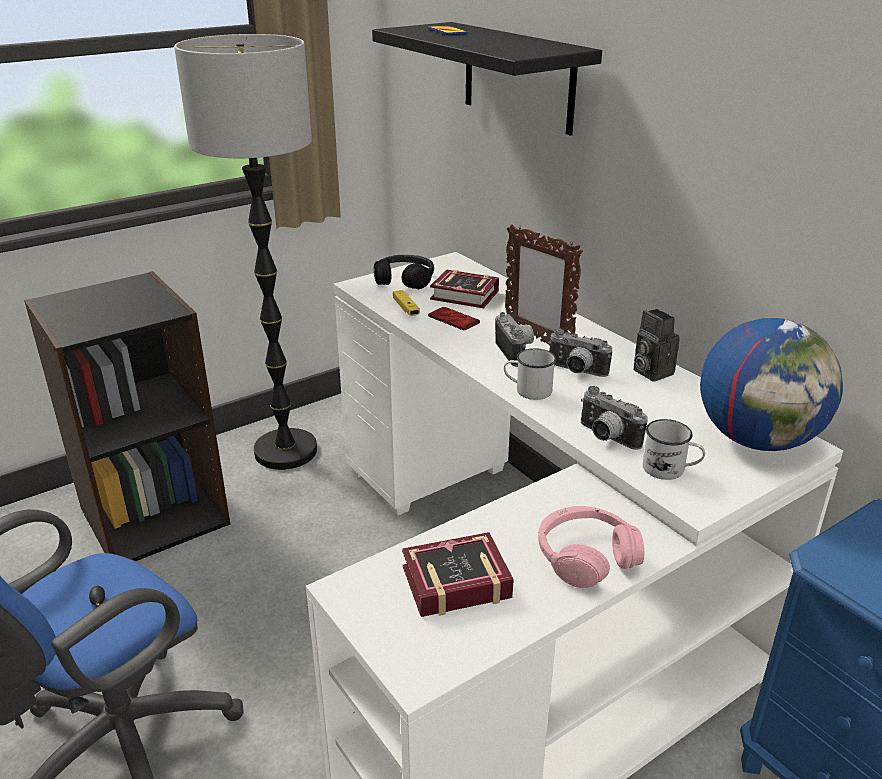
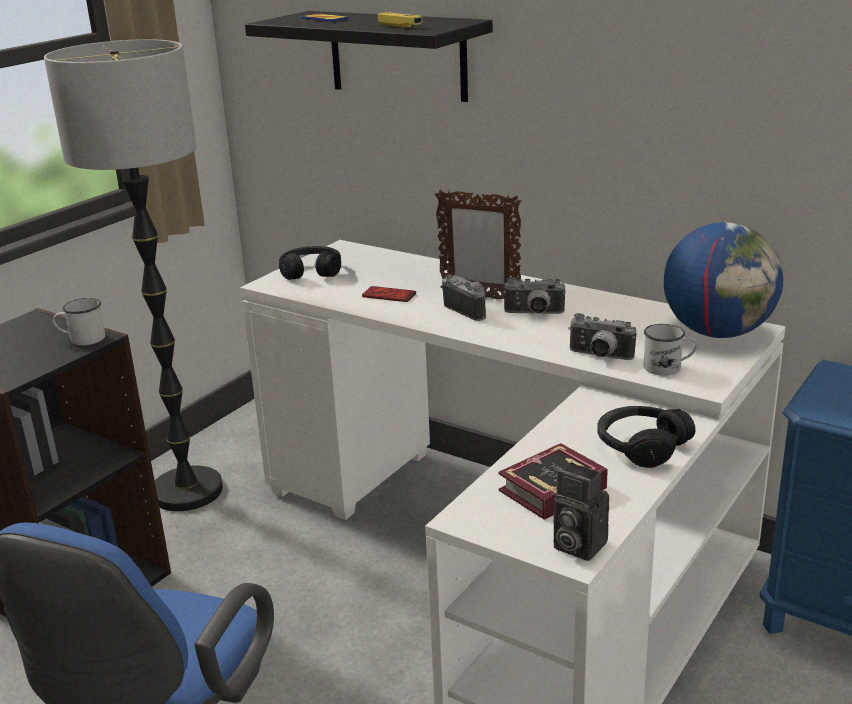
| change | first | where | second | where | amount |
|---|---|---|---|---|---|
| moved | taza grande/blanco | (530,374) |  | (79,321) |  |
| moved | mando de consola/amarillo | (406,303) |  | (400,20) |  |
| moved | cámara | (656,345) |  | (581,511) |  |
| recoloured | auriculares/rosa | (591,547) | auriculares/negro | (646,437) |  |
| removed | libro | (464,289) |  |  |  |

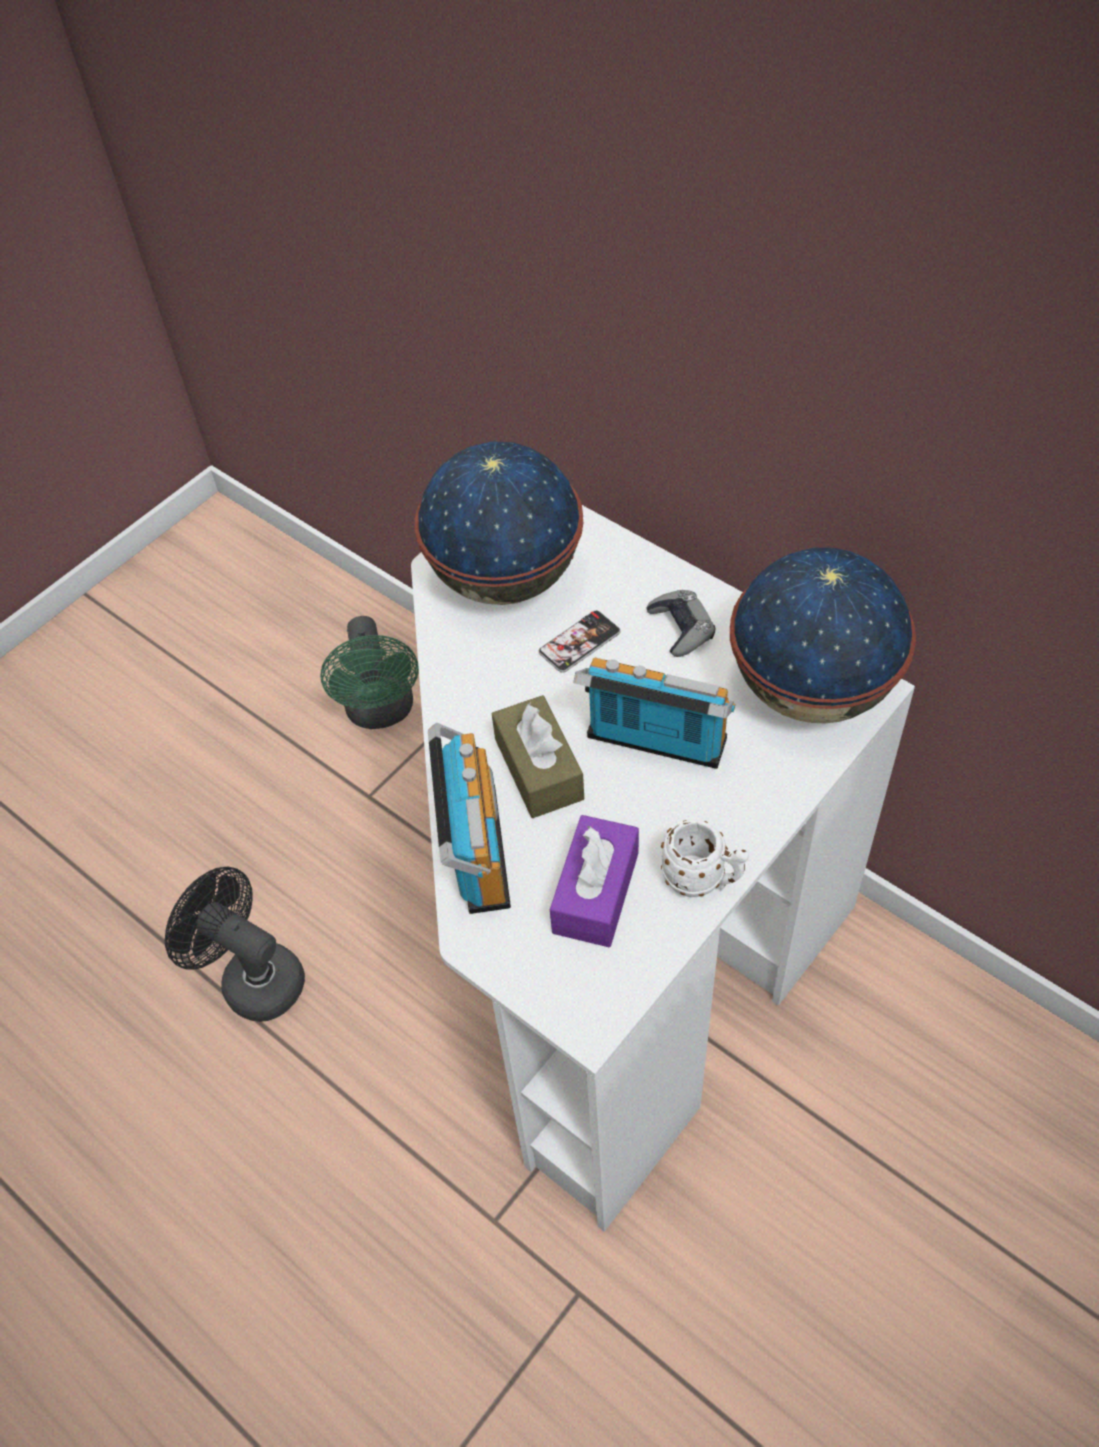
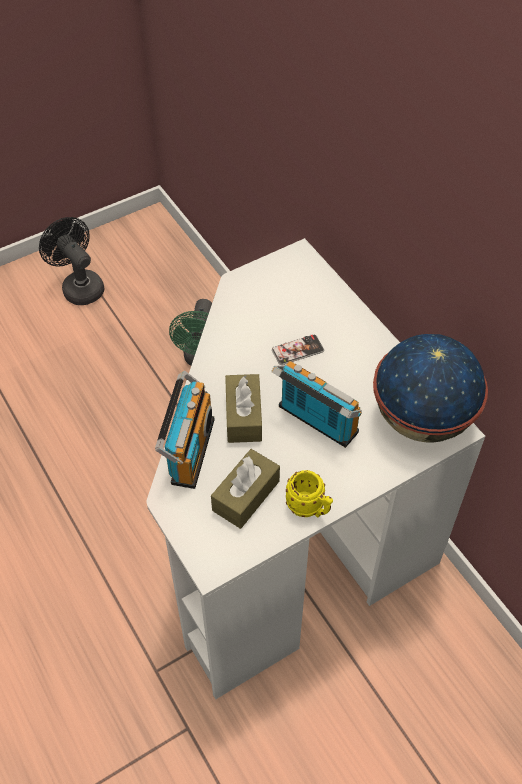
| change | first | where | second | where | amount |
|---|---|---|---|---|---|
| moved | ventilador/negro | (235,944) |  | (71,261) |  |
| recoloured | caja de pañuelos/morado | (594,881) | caja de pañuelos/marrón | (245,489) |  |
| recoloured | taza grande/blanco | (705,858) | taza grande/amarillo | (309,494) |  |
| removed | globo terráqueo | (499,523) |  |  |  |
| removed | mando de consola/gris | (681,623) |  |  |  |

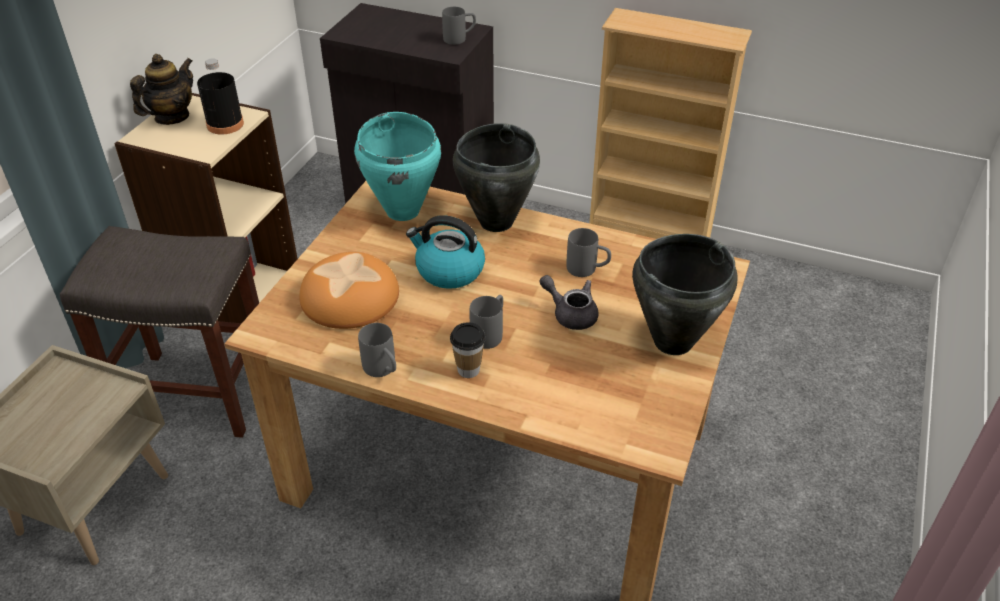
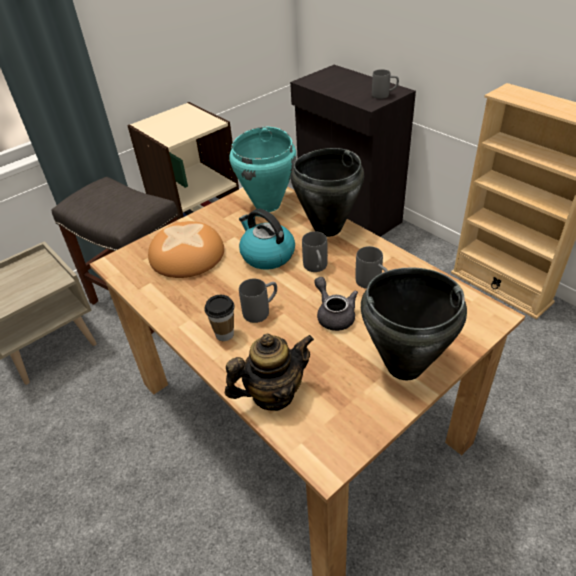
| change | first | where | second | where | amount |
|---|---|---|---|---|---|
| moved | tetera | (161,89) |  | (269,372) |  |
| moved | taza grande/gris | (377,350) |  | (315,251) |  |
| removed | botella/negro | (220,97) |  |  |  |

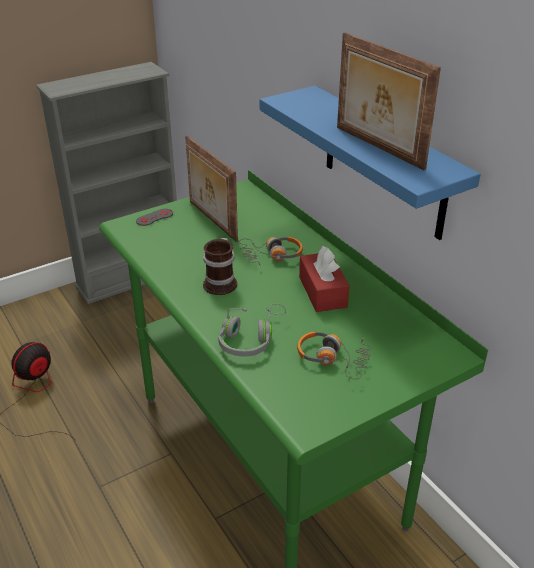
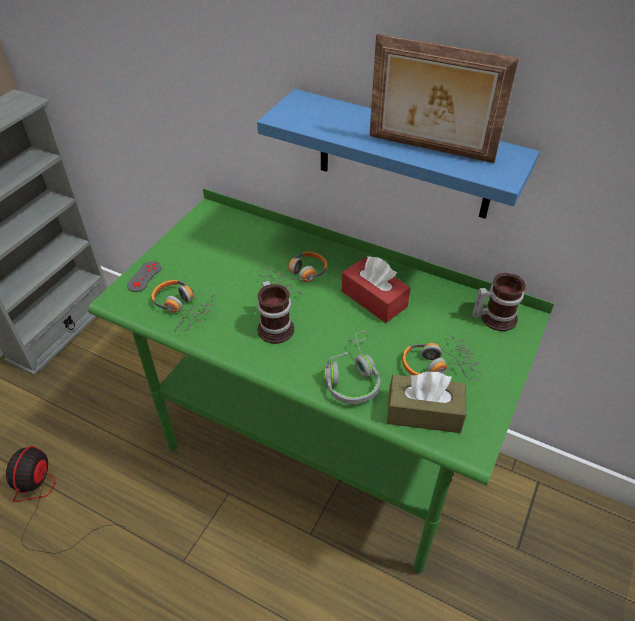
| change | first | where | second | where | amount |
|---|---|---|---|---|---|
| added |  |  | auriculares | (184,305) |  |
| added |  |  | caja de pañuelos/marrón | (426,402) |  |
| added |  |  | taza grande | (499,302) |  |
| removed | portarretratos | (211,189) |  |  |  |

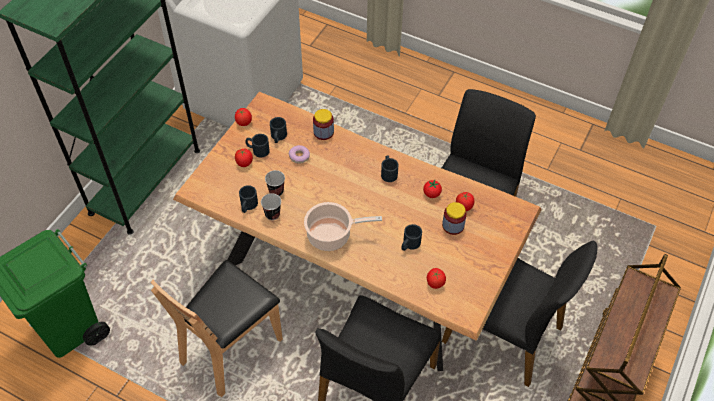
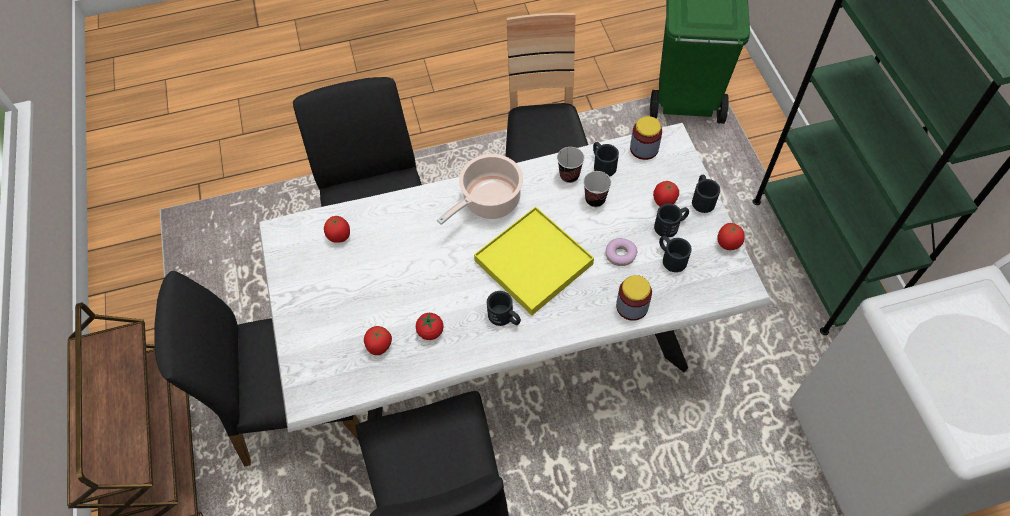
| change | first | where | second | where | amount |
|---|---|---|---|---|---|
| recoloured | mesa de comedor/marrón | (357,231) | mesa de comedor/blanco | (515,277) |  |
| added |  |  | bandeja/amarillo | (534,260) |  |
| moved | tarro | (454,218) |  | (646,138) |  |
| moved | taza grande/negro | (412,237) |  | (706,194) |  |

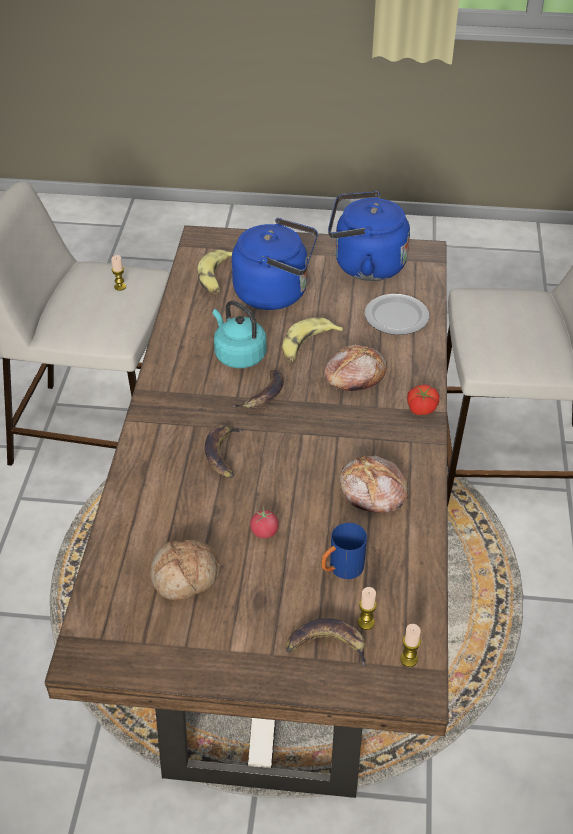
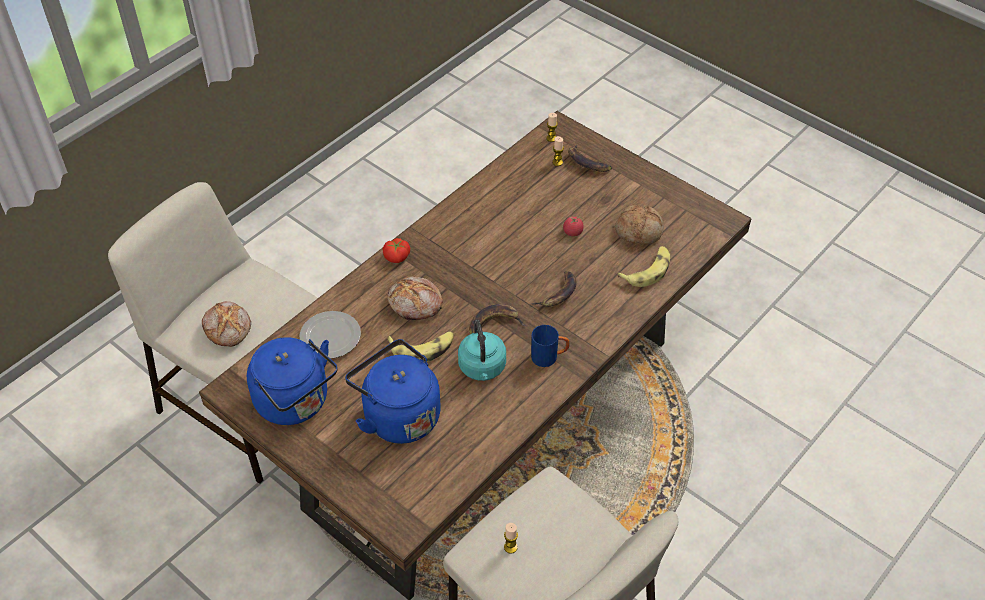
| change | first | where | second | where | amount |
|---|---|---|---|---|---|
| moved | pan | (374,484) |  | (226,324) |  |
| moved | taza grande/azul | (344,551) |  | (550,346) |  |
| moved | plátano | (215,272) |  | (644,266) |  |

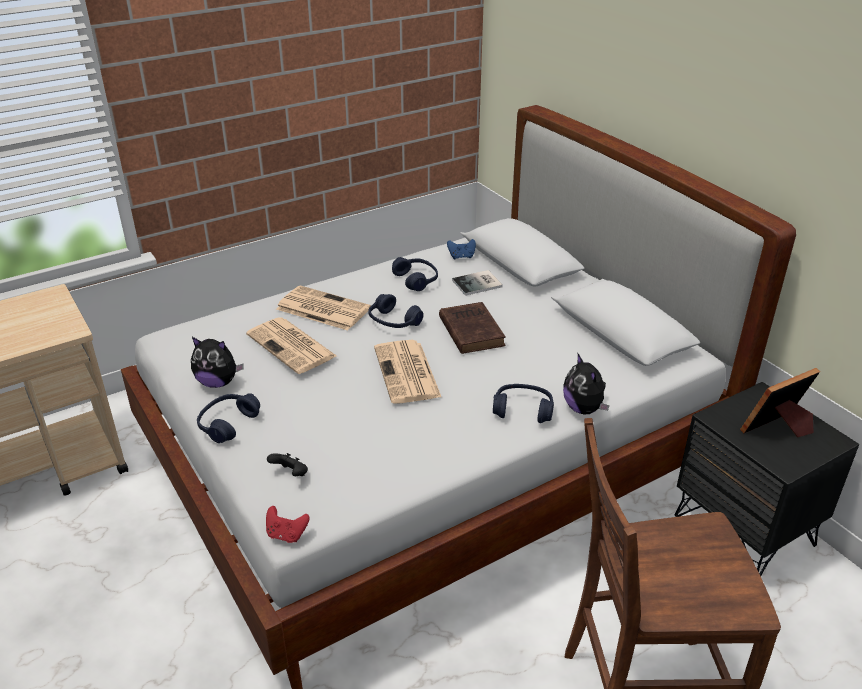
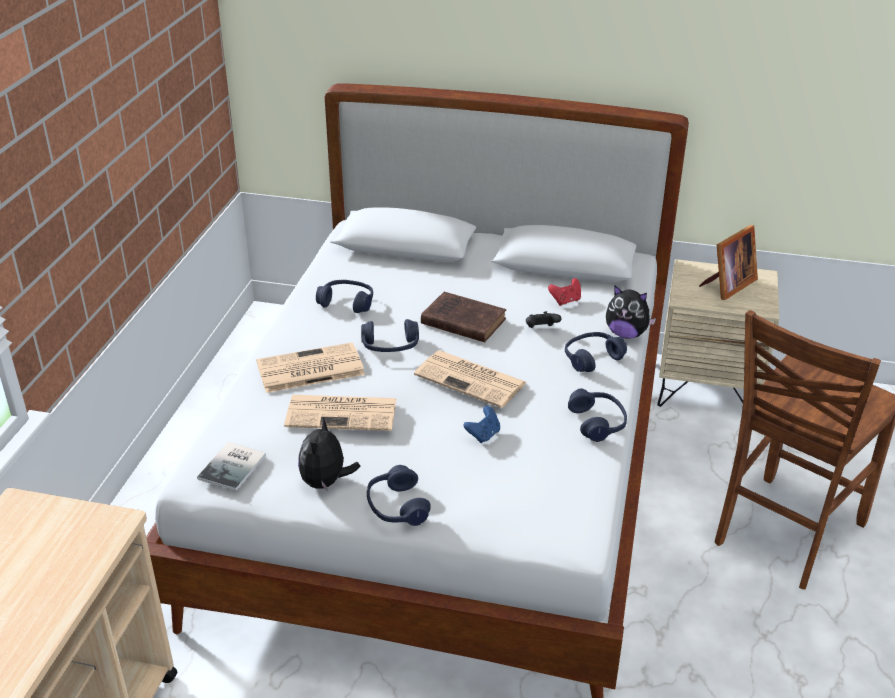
| change | first | where | second | where | amount |
|---|---|---|---|---|---|
| moved | libro | (477,283) |  | (231,466) |  |
| turned | peluche | (217,362) |  | (329,455) | 135 degrees clockwise |
| moved | mando de consola/azul | (461,249) |  | (481,424) |  |
| moved | mando de consola/negro | (287,464) |  | (544,319) |  |
| moved | mando de consola/rojo | (288,524) |  | (564,292) |  |
| added |  |  | auriculares/azul | (597,415) |  |
| recoloured | mesita de noche/negro | (767,479) | mesita de noche/beis | (718,333) |  |
| turned | portarretratos | (780,402) |  | (728,262) | 150 degrees counterclockwise |

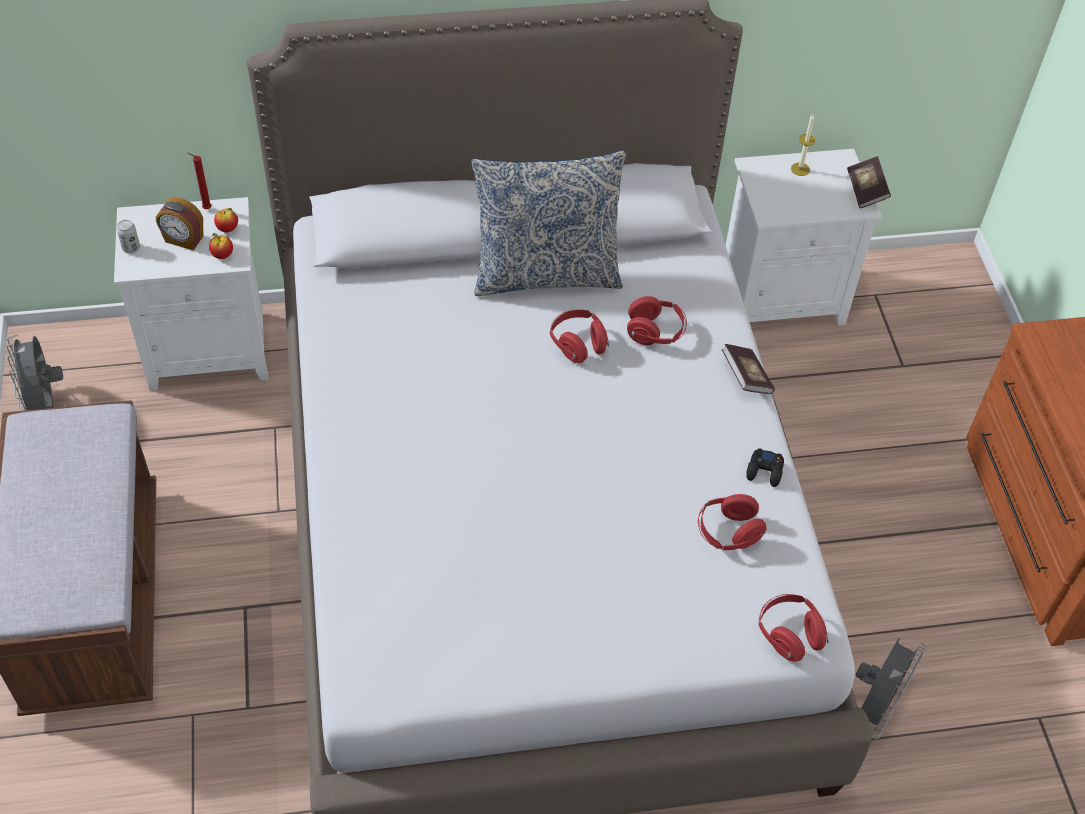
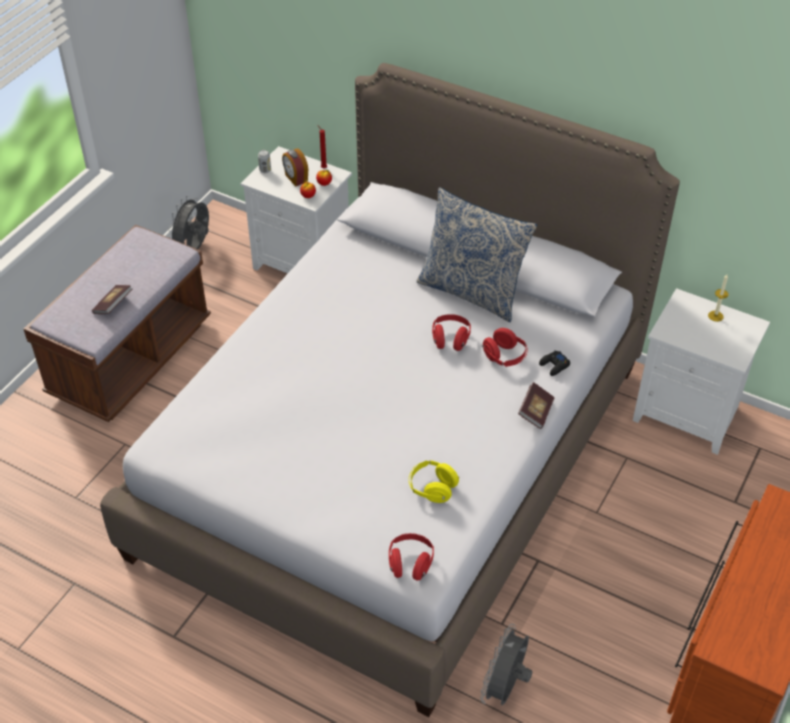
| change | first | where | second | where | amount |
|---|---|---|---|---|---|
| moved | libro | (869,182) |  | (112,299) |  |
| recoloured | auriculares/rojo | (732,522) | auriculares/amarillo | (434,481) |  |
| turned | ventilador/gris | (890,688) |  | (506,664) | 135 degrees clockwise |
| moved | mando de consola/negro | (765,467) |  | (554,363) |  |

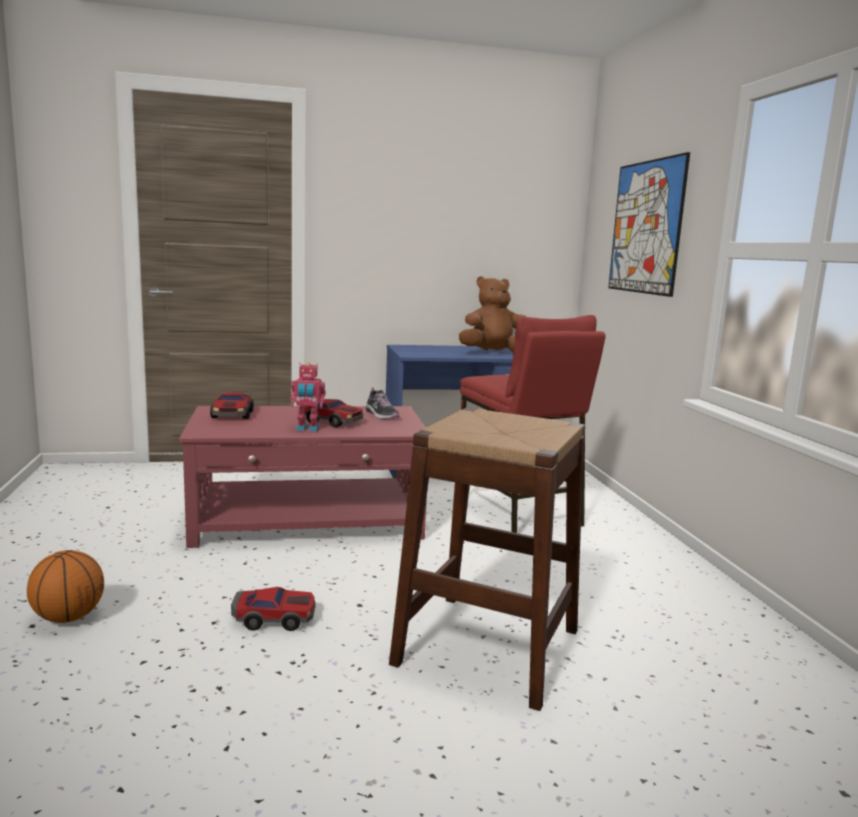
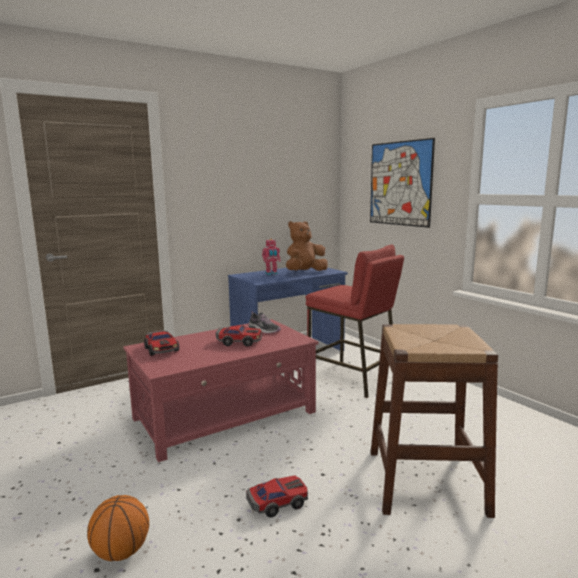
| change | first | where | second | where | amount |
|---|---|---|---|---|---|
| moved | robot de juguete | (308,396) |  | (271,257) |  |

